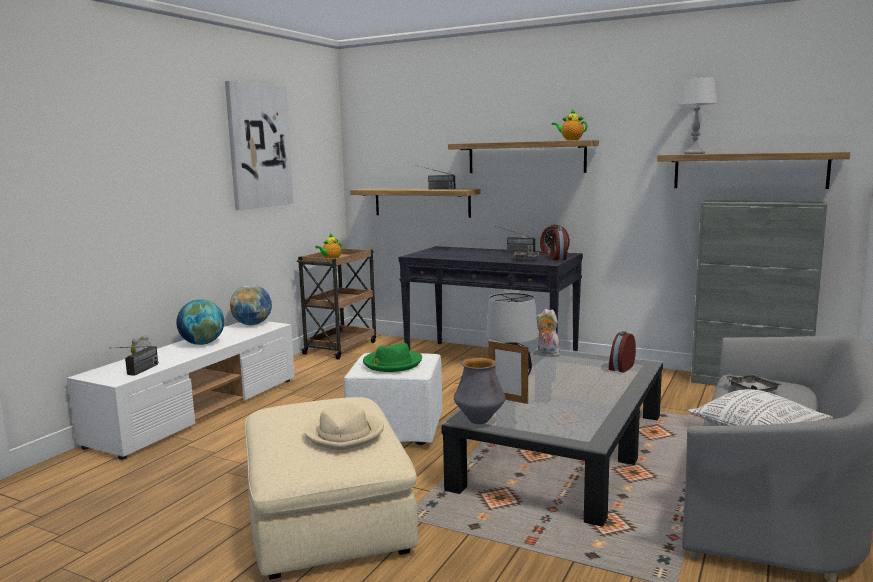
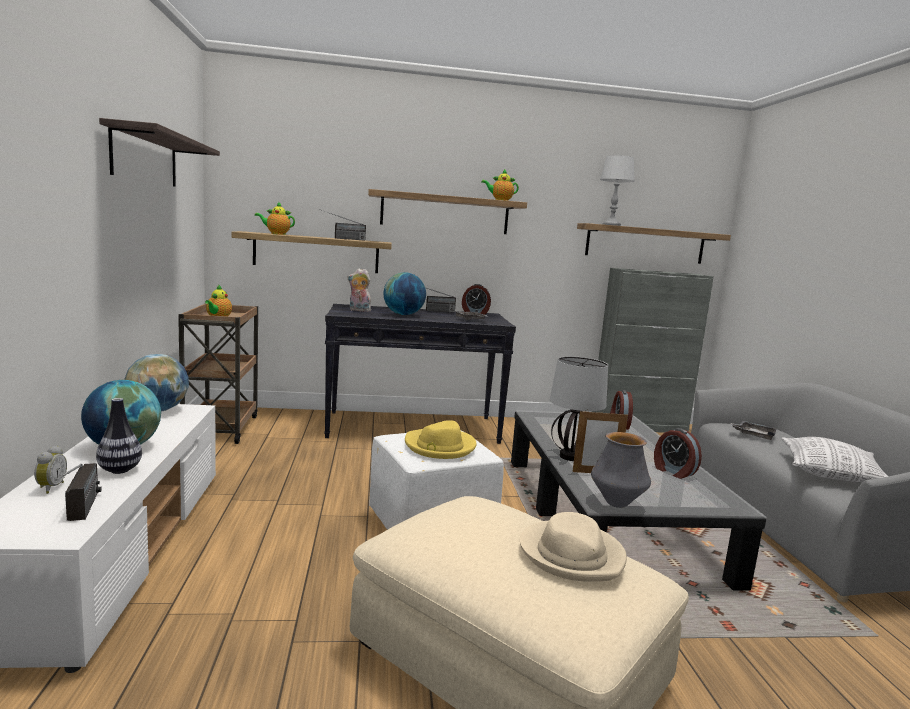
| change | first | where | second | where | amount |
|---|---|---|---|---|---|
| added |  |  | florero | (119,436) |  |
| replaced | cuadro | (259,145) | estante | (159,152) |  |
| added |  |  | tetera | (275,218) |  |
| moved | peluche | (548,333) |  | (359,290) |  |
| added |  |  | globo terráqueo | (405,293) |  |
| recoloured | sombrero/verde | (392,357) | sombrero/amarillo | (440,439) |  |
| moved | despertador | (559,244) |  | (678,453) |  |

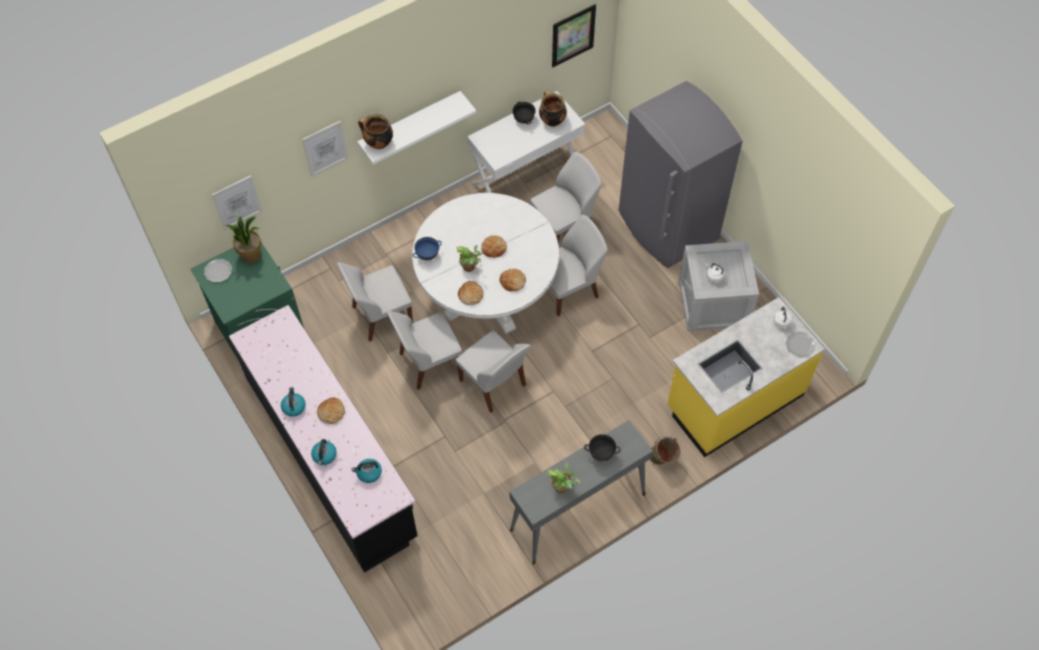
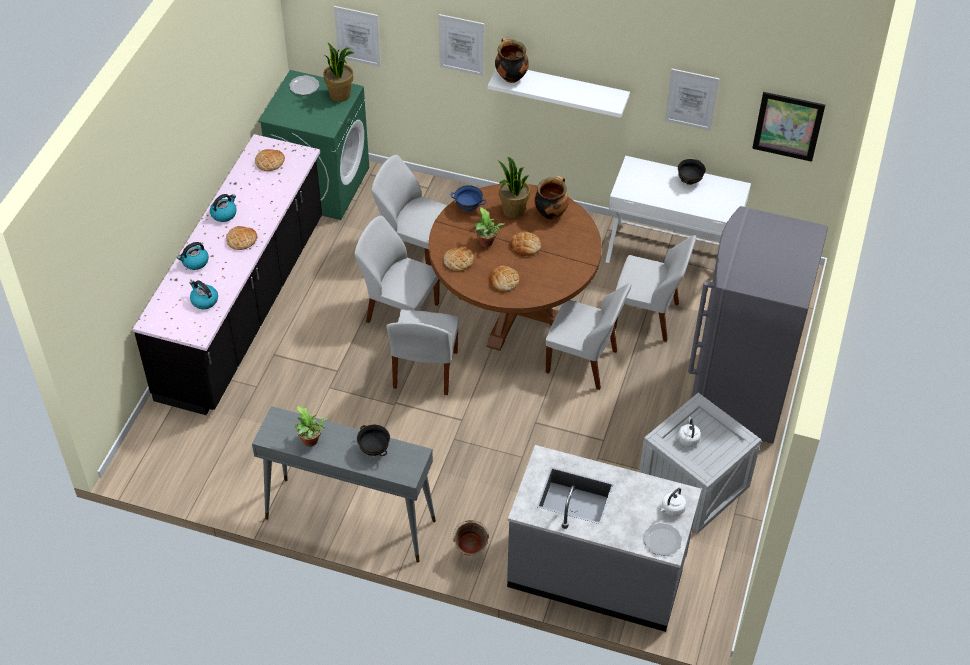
| change | first | where | second | where | amount |
|---|---|---|---|---|---|
| added |  |  | pan | (270,160) |  |
| recoloured | mesa de comedor/blanco | (485,263) | mesa de comedor/marrón | (515,267) |  |
| added |  |  | planta en maceta | (514,187) |  |
| recoloured | mueble bajo de cocina/amarillo | (746,377) | mueble bajo de cocina/gris | (604,538) |  |
| moved | olla | (553,109) |  | (551,197) |  |
| added |  |  | cuadro | (692,100) |  |

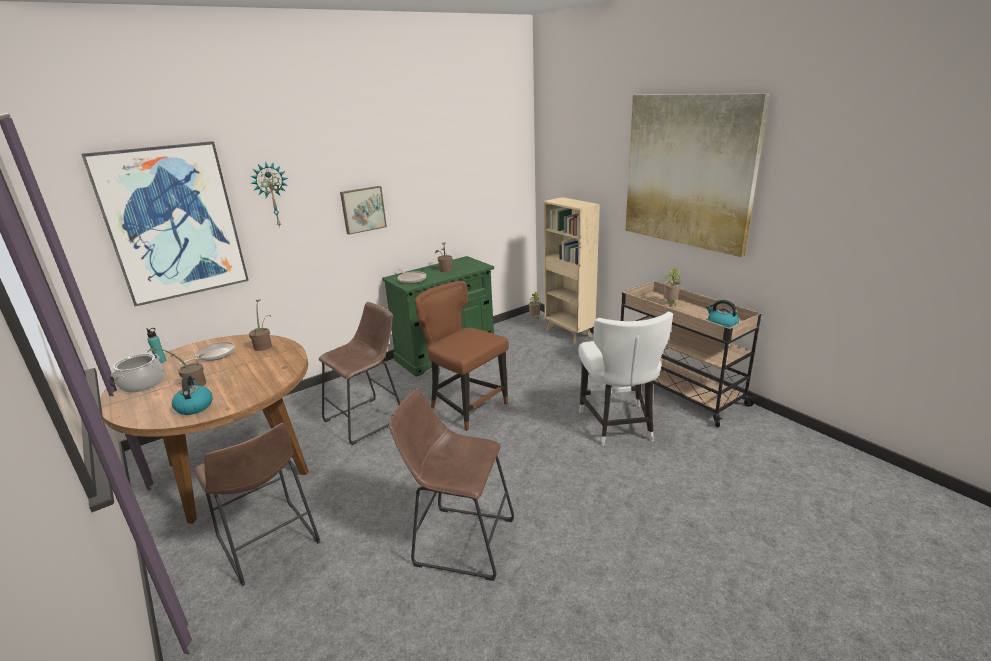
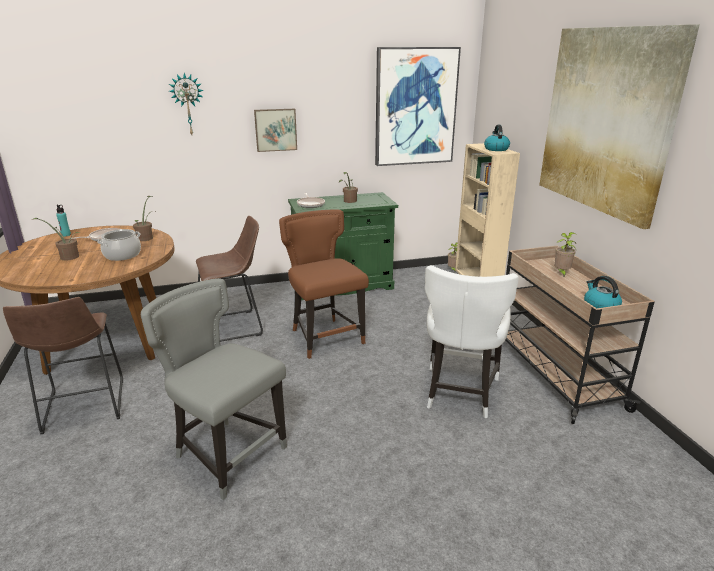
| change | first | where | second | where | amount |
|---|---|---|---|---|---|
| moved | olla | (137,373) |  | (119,245) |  |
| replaced | taburete/marrón | (451,484) | silla/gris | (214,389) |  |
| moved | cuadro | (165,224) |  | (418,106) |  |
| moved | hervidor | (192,395) |  | (497,138) |  |

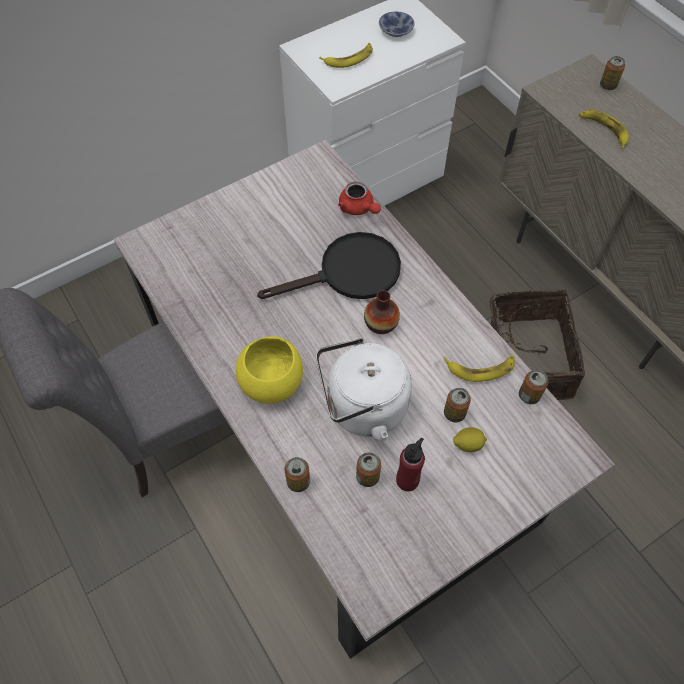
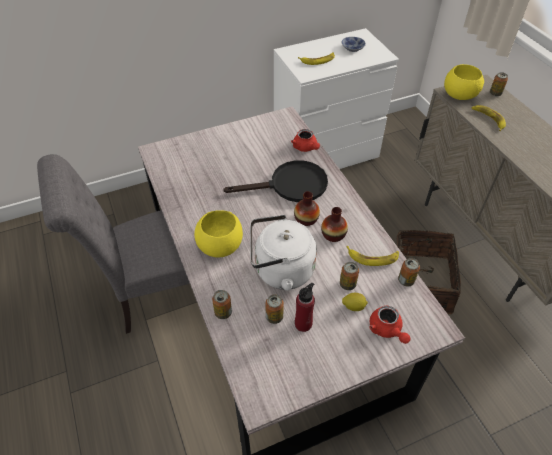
| change | first | where | second | where | amount |
|---|---|---|---|---|---|
| added |  |  | florero | (334,224) |  |
| added |  |  | tetera/rojo | (390,325) |  |
| added |  |  | cuenco/amarillo | (464,82) |  |

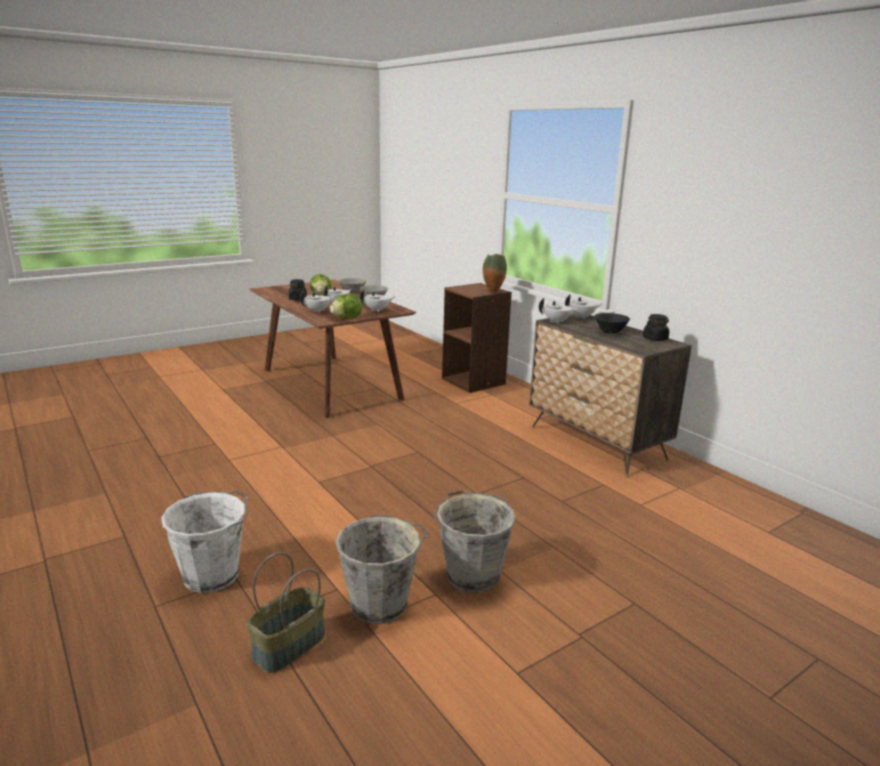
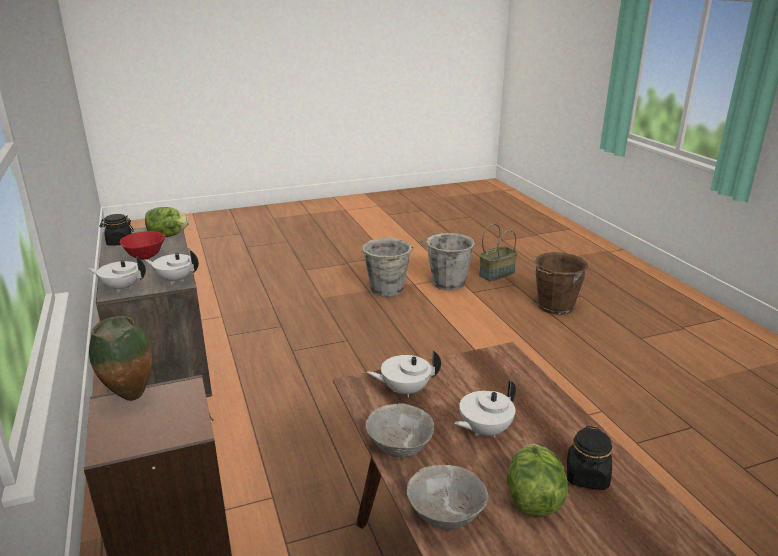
| change | first | where | second | where | amount |
|---|---|---|---|---|---|
| recoloured | cuenco/negro | (612,323) | cuenco/rojo | (143,245) |  |
| moved | lechuga | (346,306) |  | (167,222) |  |
| recoloured | cubo/blanco | (204,541) | cubo/marrón | (560,283) |  |
| removed | tetera/blanco | (318,302) |  |  |  |

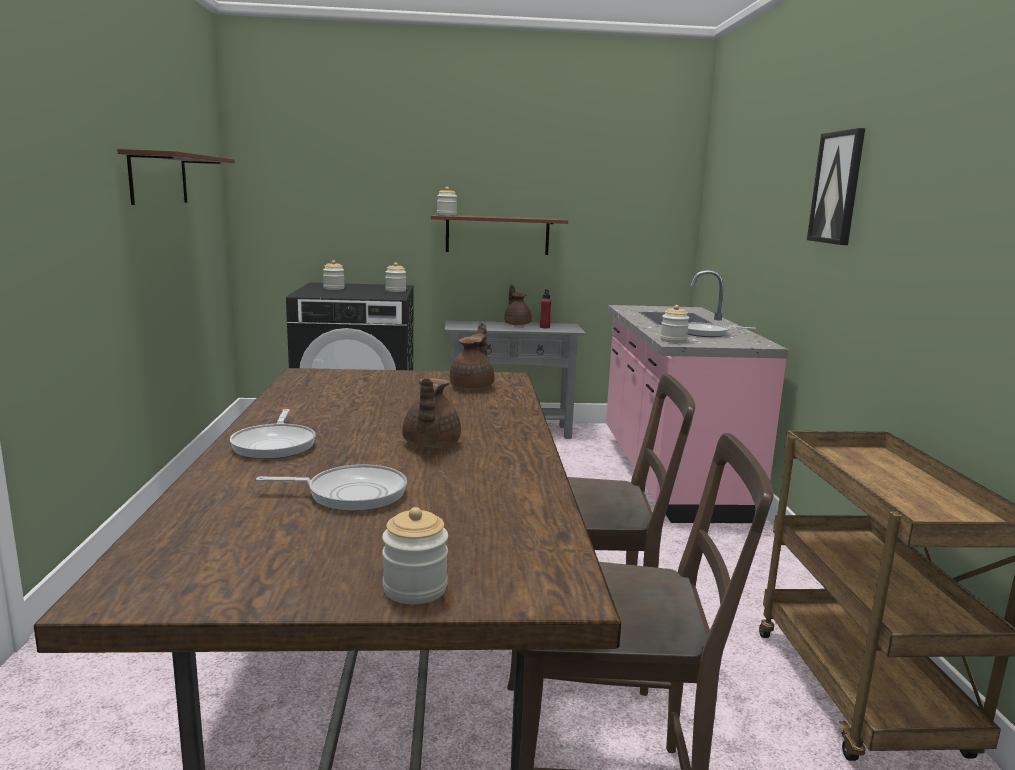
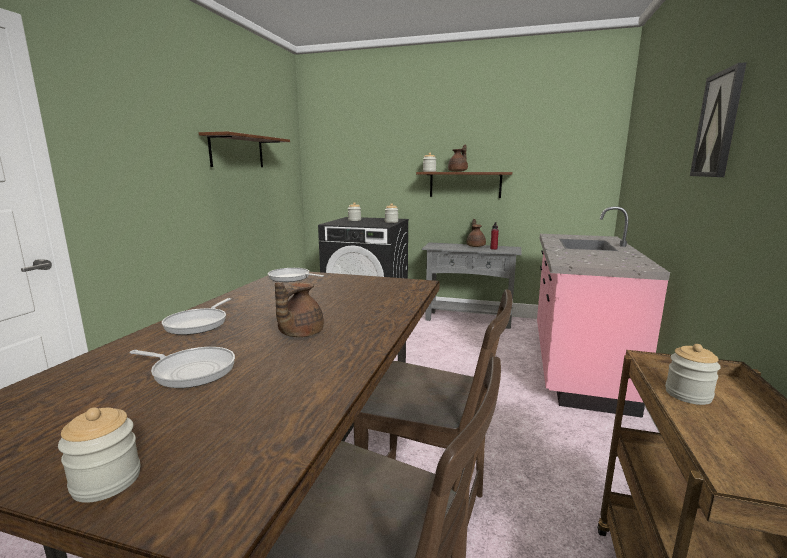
| change | first | where | second | where | amount |
|---|---|---|---|---|---|
| moved | sartén | (722,329) |  | (296,275) |  |
| moved | tetera/marrón | (472,356) |  | (458,158) |  |
| moved | tarro | (674,324) |  | (693,374) |  |

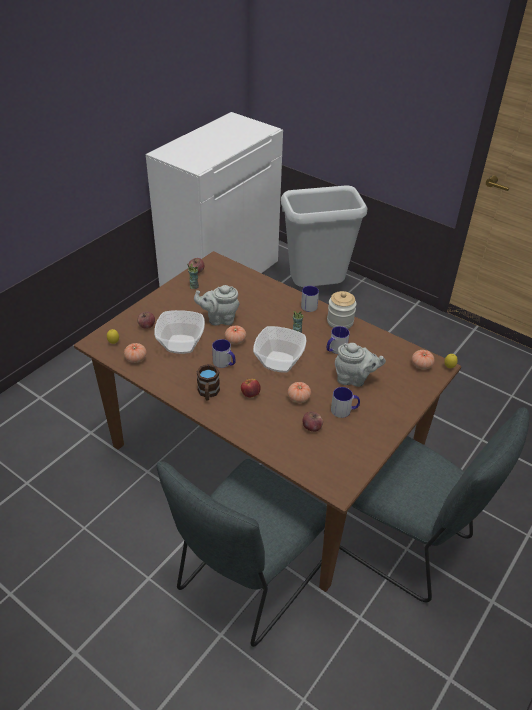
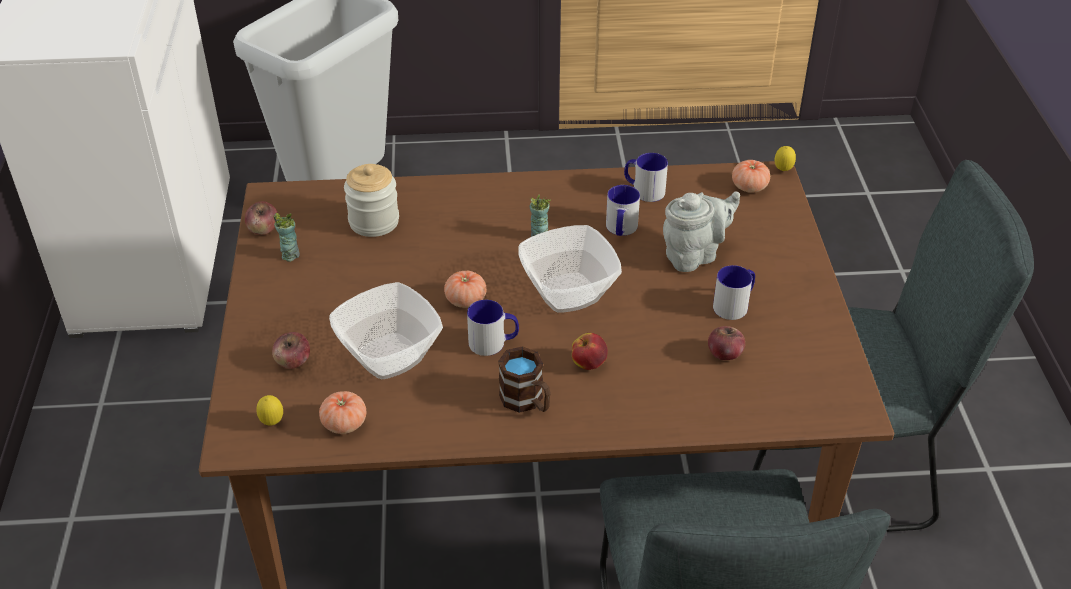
| change | first | where | second | where | amount |
|---|---|---|---|---|---|
| moved | tarro | (341,310) |  | (371,200) |  |
| moved | taza grande | (310,299) |  | (646,177) |  |
| removed | tetera/gris | (217,305) |  |  |  |
| removed | tomate | (299,392) |  |  |  |

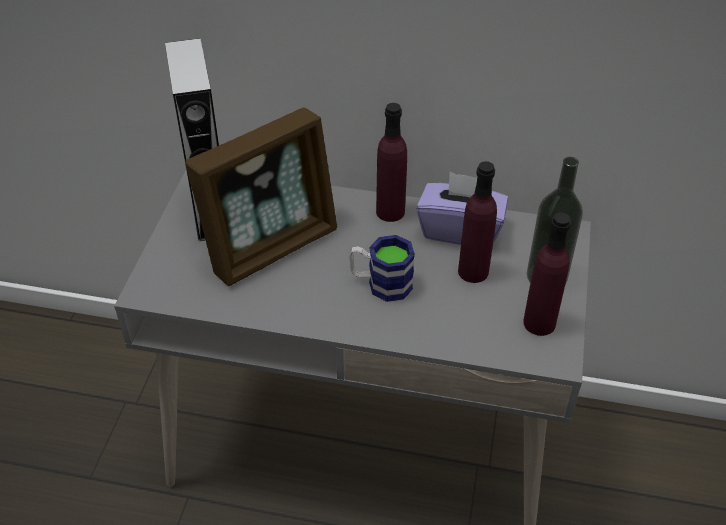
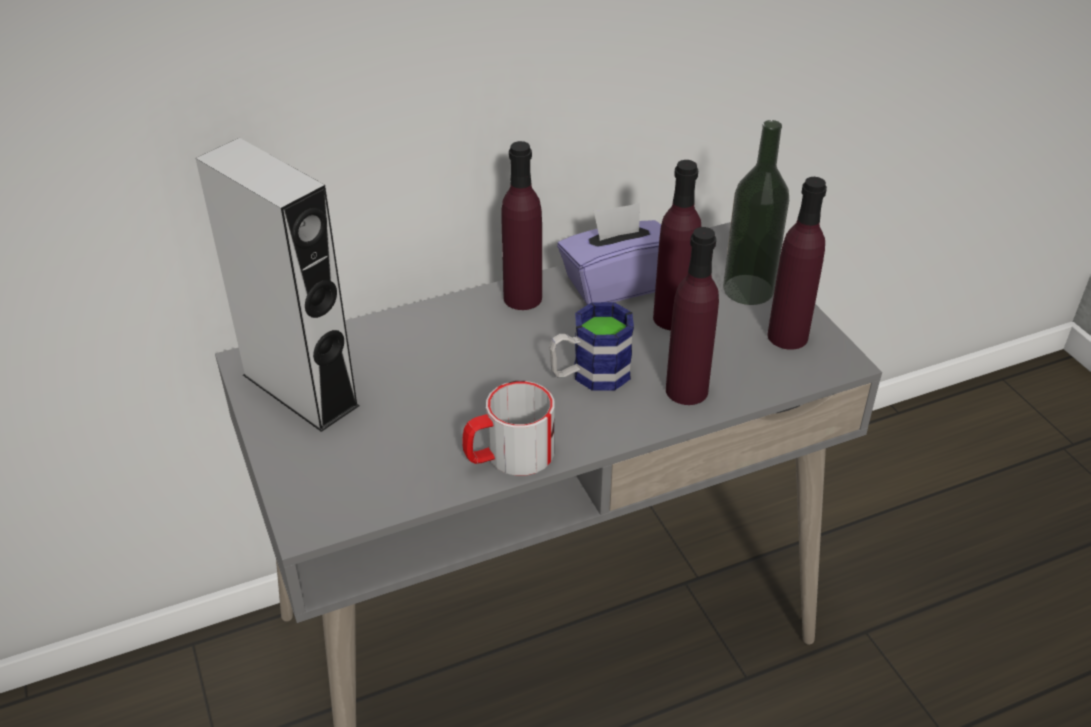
| change | first | where | second | where | amount |
|---|---|---|---|---|---|
| added |  |  | taza grande | (508,428) |  |
| added |  |  | botella/morado | (692,316) |  |
| removed | portarretratos | (261,196) |  |  |  |

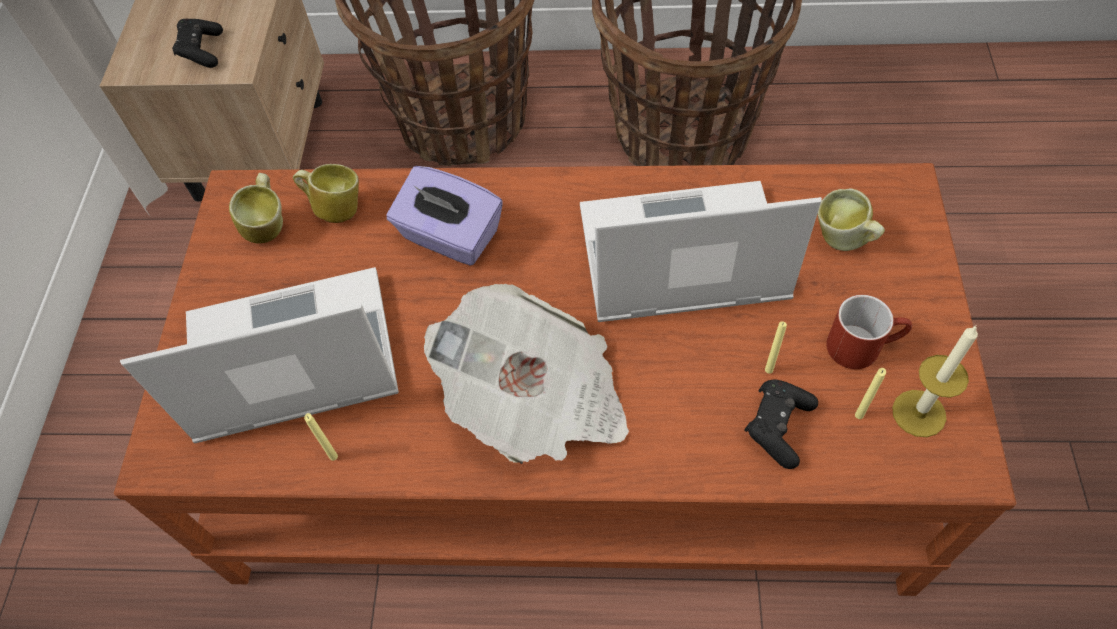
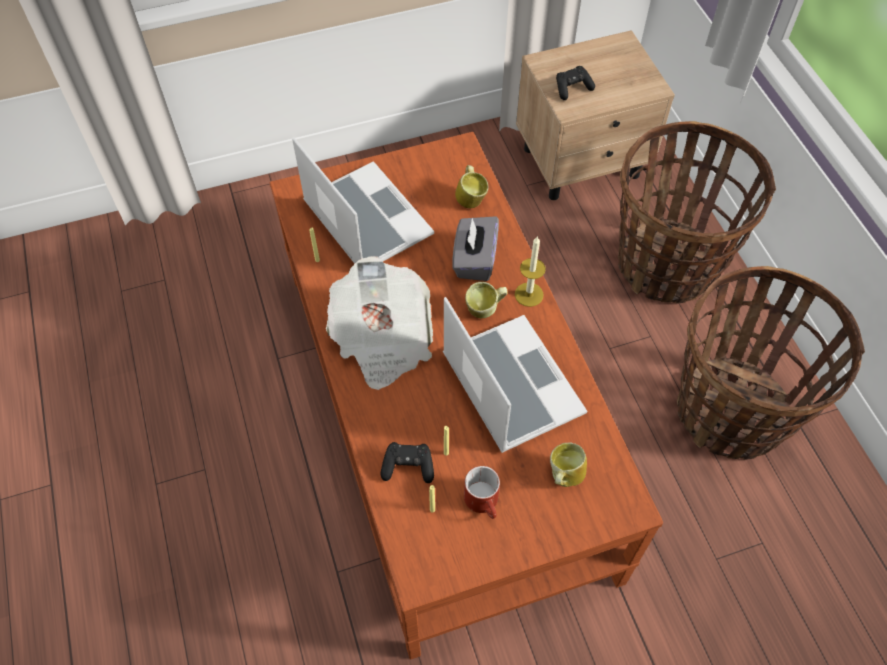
| change | first | where | second | where | amount |
|---|---|---|---|---|---|
| recoloured | caja de pañuelos/morado | (444,216) | caja de pañuelos/gris | (476,248) |  |
| moved | taza grande | (256,208) |  | (486,300) |  |
| moved | vela | (935,381) |  | (530,271) |  |

